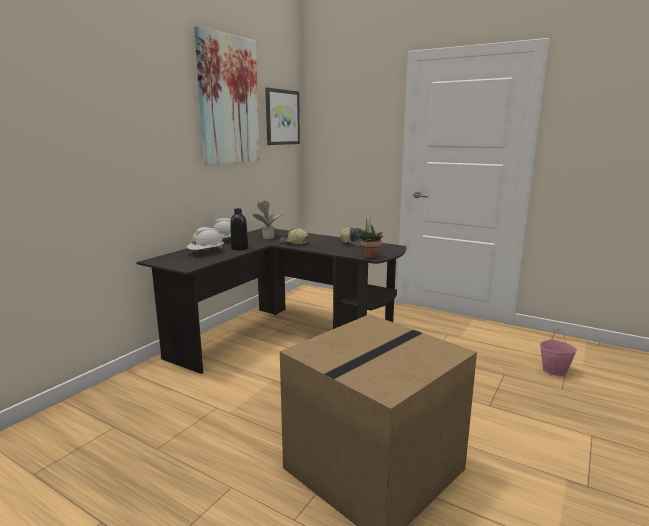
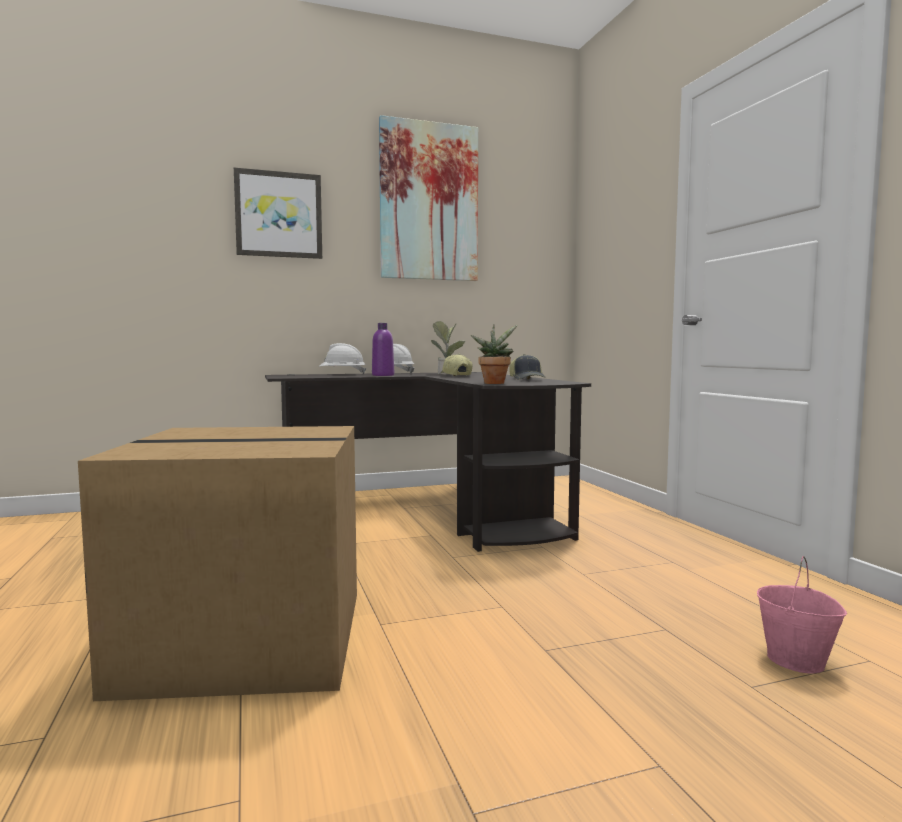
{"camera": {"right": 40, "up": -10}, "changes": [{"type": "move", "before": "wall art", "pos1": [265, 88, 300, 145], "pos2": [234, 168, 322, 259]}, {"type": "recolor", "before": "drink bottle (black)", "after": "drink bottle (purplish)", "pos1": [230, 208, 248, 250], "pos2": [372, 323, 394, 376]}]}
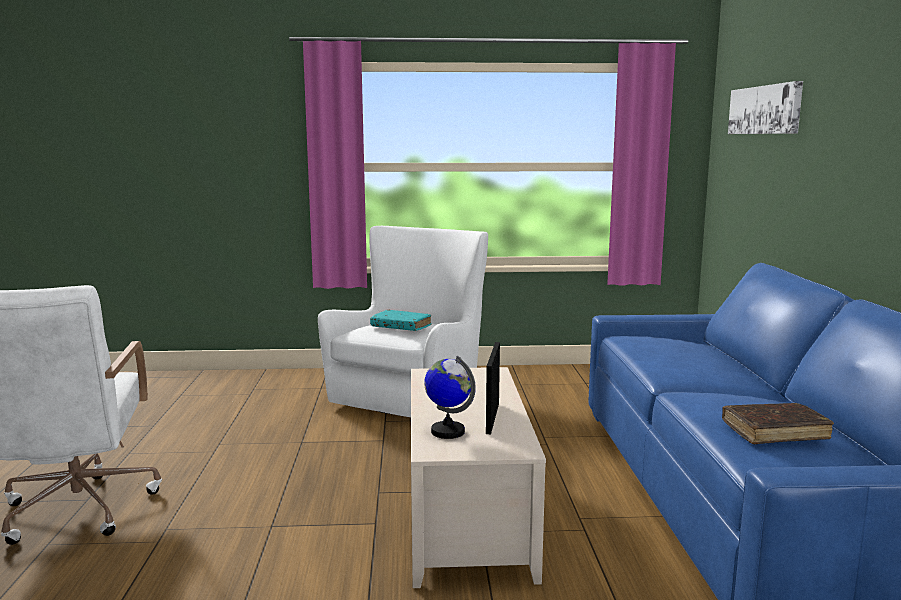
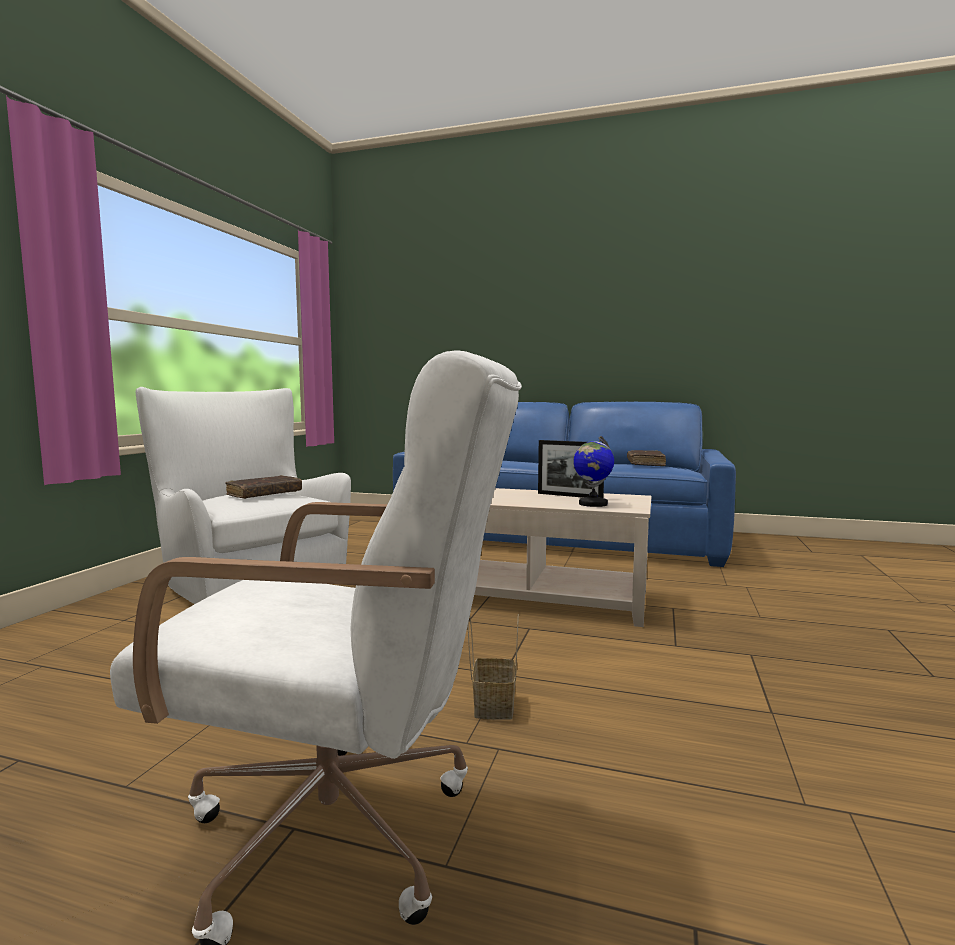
{"camera": {"right": -70, "up": -5}, "changes": [{"type": "recolor", "before": "bound book (blue-green)", "after": "bound book (brown-coloured)", "pos1": [370, 310, 432, 331], "pos2": [225, 475, 302, 499]}, {"type": "insert", "after": "household basket", "pos2": [468, 614, 519, 720]}, {"type": "delete", "before": "wall art", "pos1": [728, 81, 803, 134]}]}
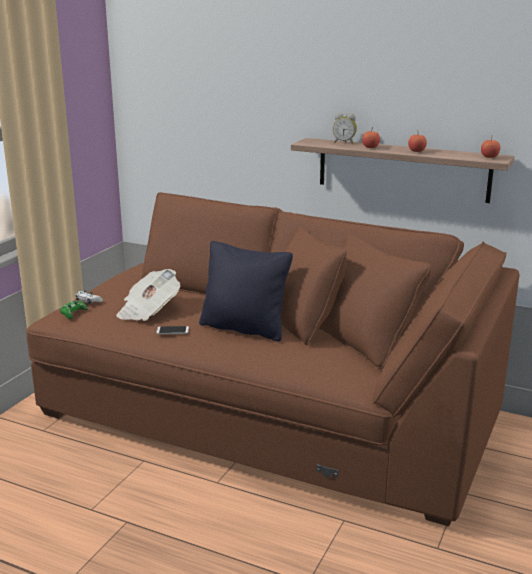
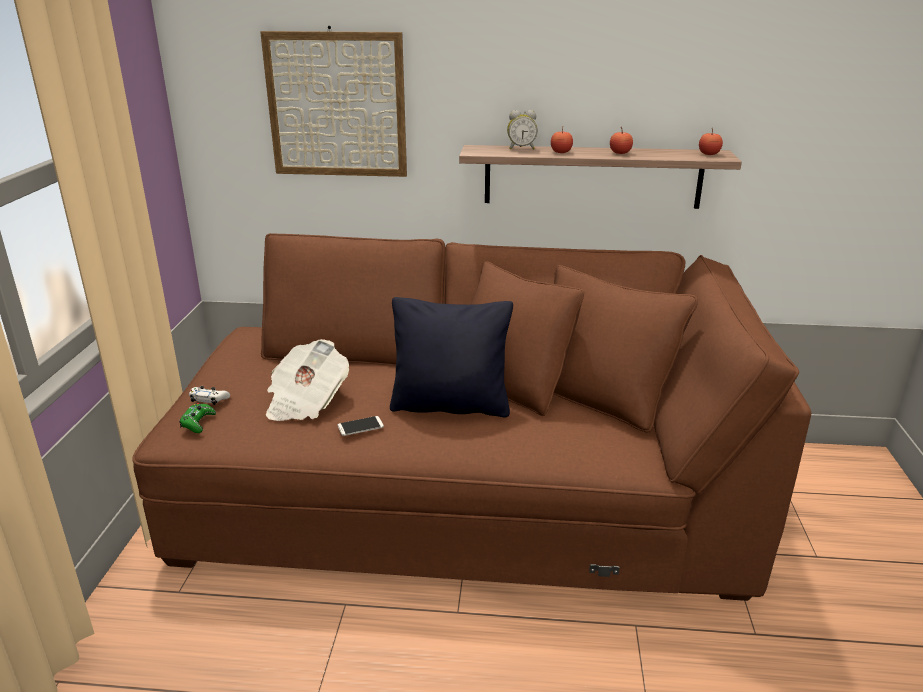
{"camera": {"right": -20, "up": 5}, "changes": [{"type": "insert", "after": "wall art", "pos2": [260, 26, 407, 177]}]}
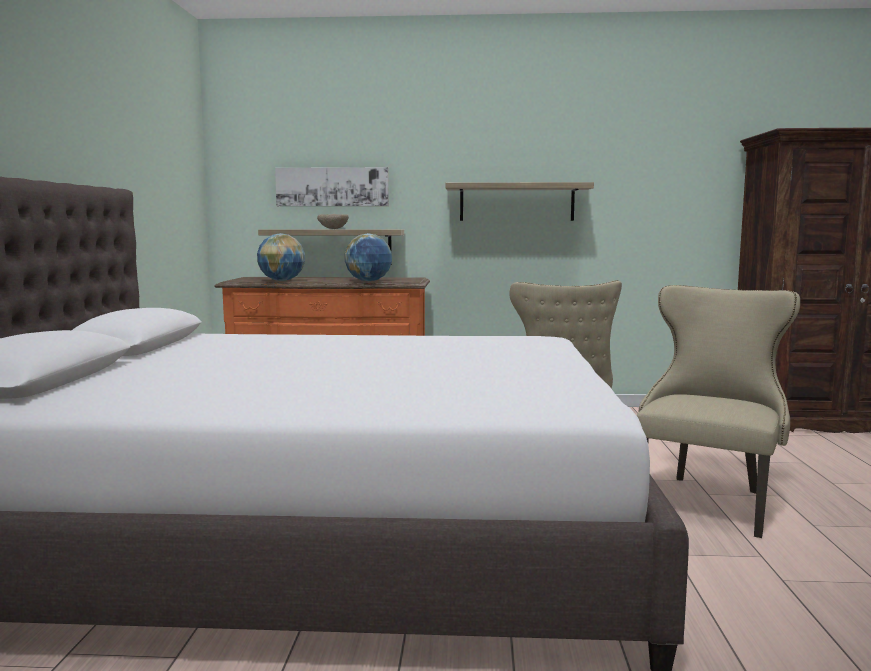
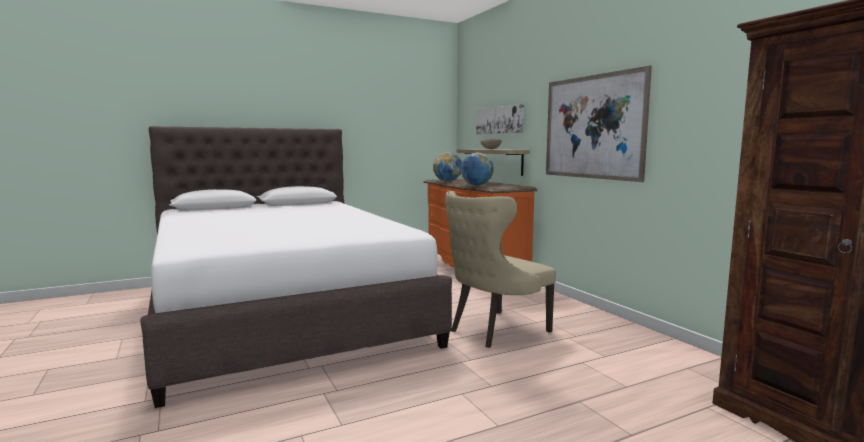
{"camera": {"right": 60, "up": 0}, "changes": [{"type": "replace", "before": "shelf", "after": "wall art", "pos1": [446, 182, 594, 221], "pos2": [546, 66, 652, 182]}, {"type": "delete", "before": "upright chair (beige-coloured)", "pos1": [636, 285, 800, 538]}]}
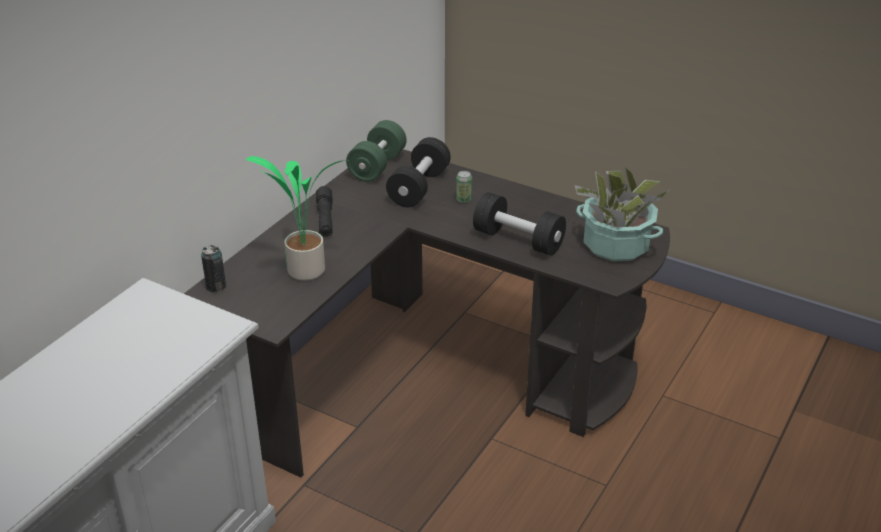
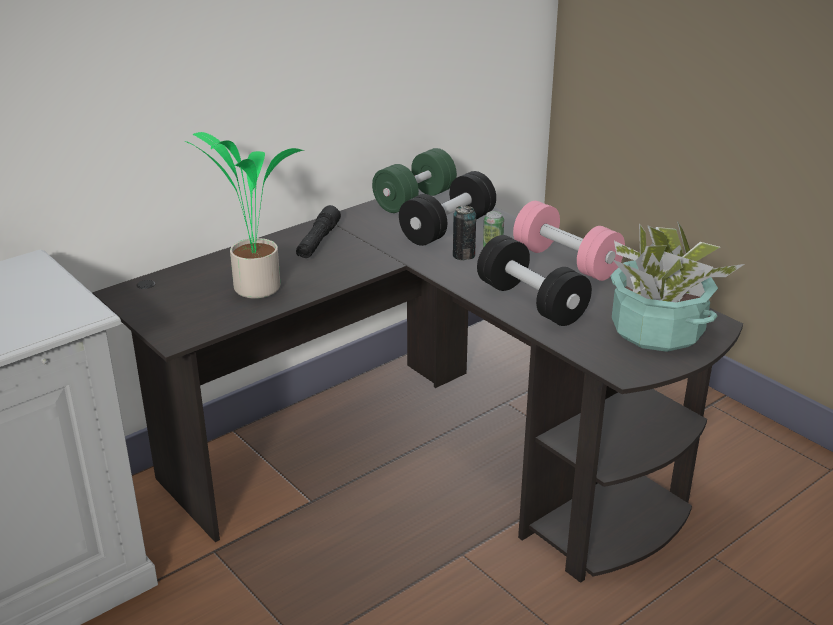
{"camera": {"right": 20, "up": -5}, "changes": [{"type": "move", "before": "metal can", "pos1": [201, 245, 226, 292], "pos2": [453, 205, 476, 260]}, {"type": "insert", "after": "hand weight (pinkish)", "pos2": [513, 201, 625, 281]}]}
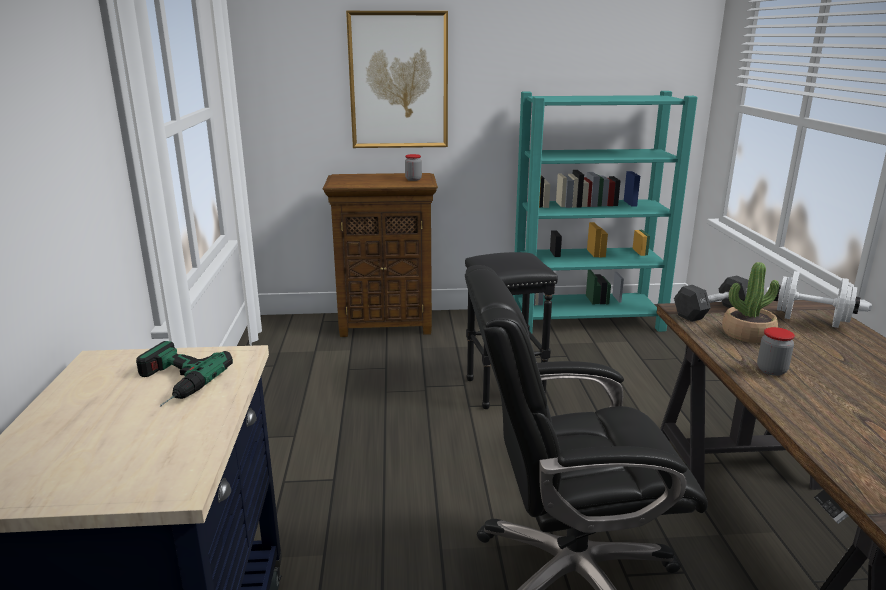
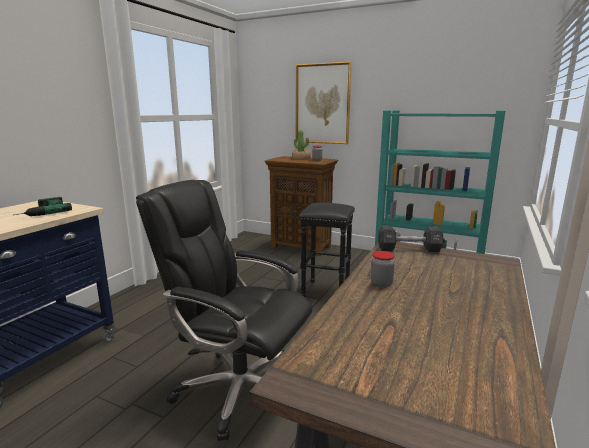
{"camera": {"right": 30, "up": -5}, "changes": [{"type": "move", "before": "potted plant", "pos1": [722, 262, 779, 343], "pos2": [292, 130, 311, 160]}, {"type": "delete", "before": "hand weight (white)", "pos1": [766, 271, 870, 328]}]}
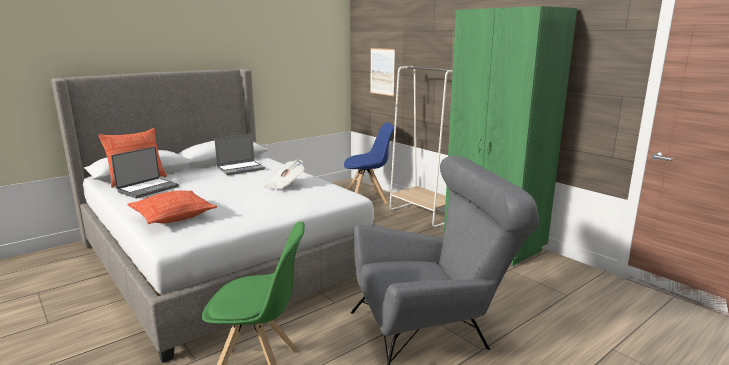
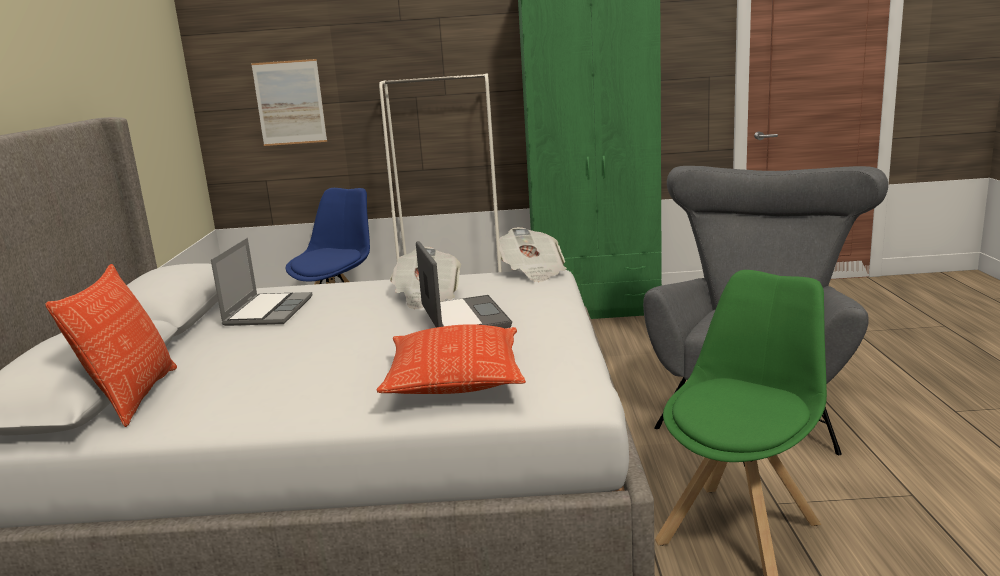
{"camera": {"right": -50, "up": 0}, "changes": [{"type": "move", "before": "notebook computer", "pos1": [111, 147, 179, 198], "pos2": [416, 241, 512, 328]}, {"type": "insert", "after": "newspaper", "pos2": [499, 227, 567, 282]}]}
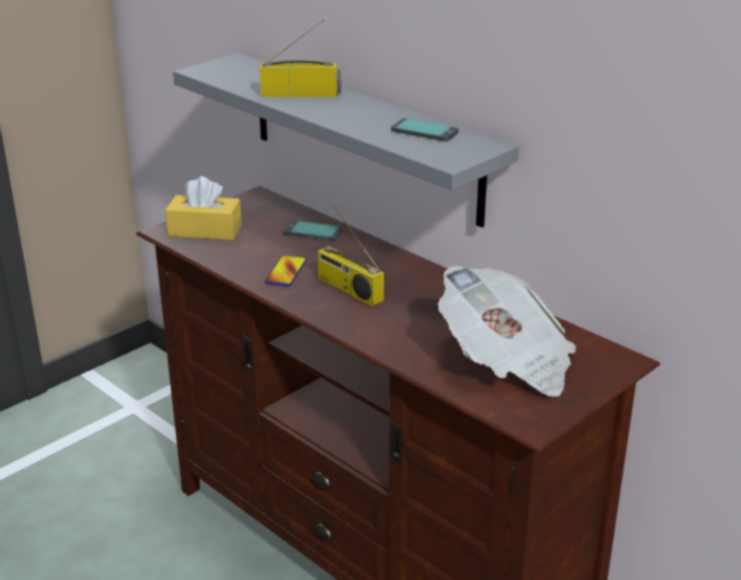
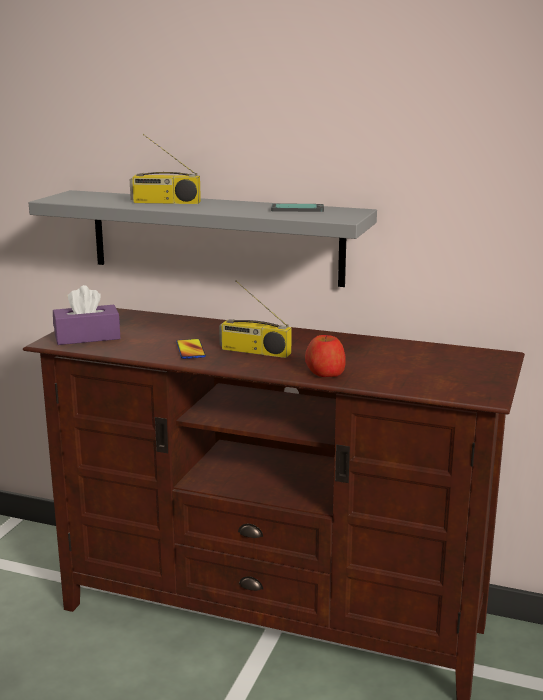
{"camera": {"right": -25, "up": -10}, "changes": [{"type": "recolor", "before": "tissue holder (yellow)", "after": "tissue holder (purplish)", "pos1": [165, 176, 242, 240], "pos2": [53, 285, 120, 345]}, {"type": "rotate", "before": "radio receiver", "pos1": [260, 20, 341, 97], "pos2": [130, 134, 201, 204], "turn": -150}, {"type": "insert", "after": "apple", "pos2": [305, 335, 346, 377]}, {"type": "delete", "before": "telephone", "pos1": [284, 221, 343, 241]}, {"type": "delete", "before": "newspaper", "pos1": [438, 265, 576, 397]}]}
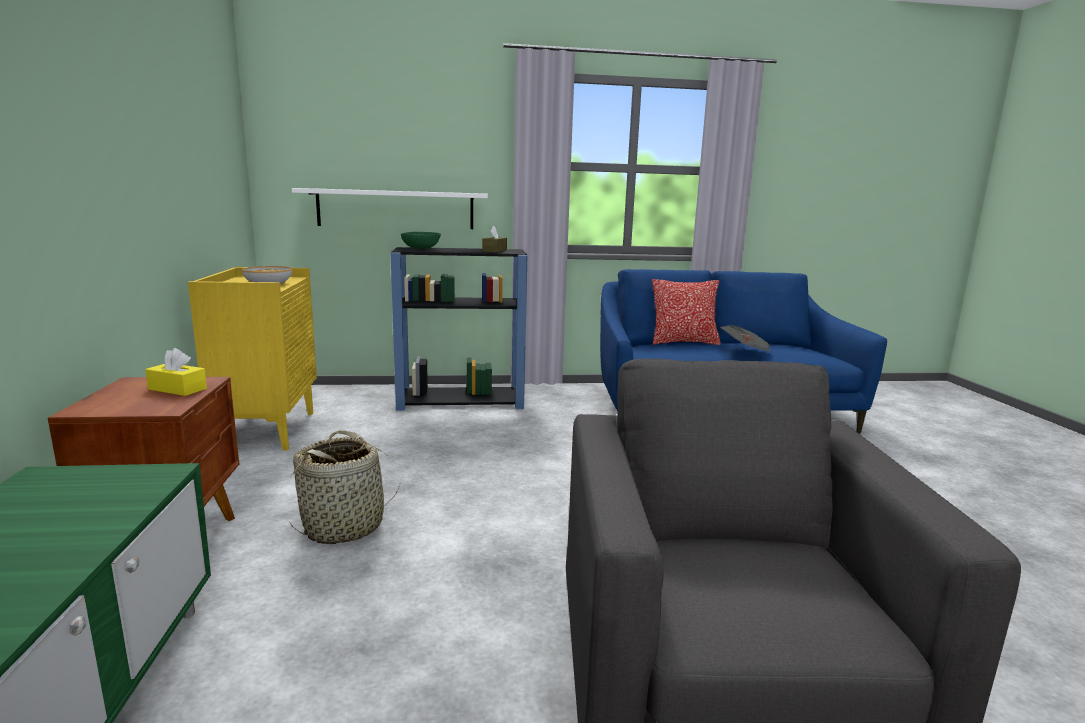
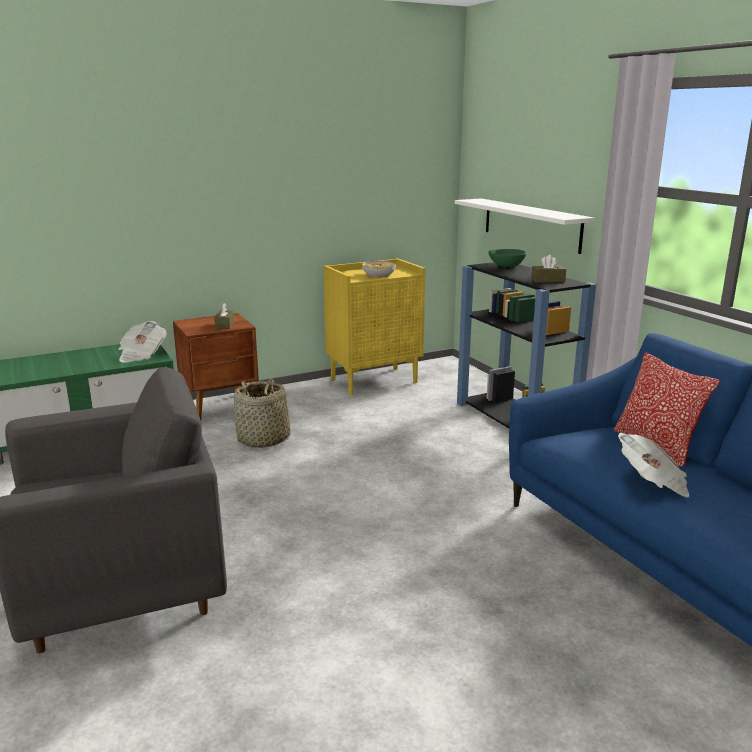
{"camera": {"right": 70, "up": 5}, "changes": [{"type": "insert", "after": "newspaper", "pos2": [118, 321, 167, 363]}, {"type": "recolor", "before": "tissue holder (yellow)", "after": "tissue holder (brown-coloured)", "pos1": [145, 348, 207, 396], "pos2": [214, 302, 234, 329]}]}
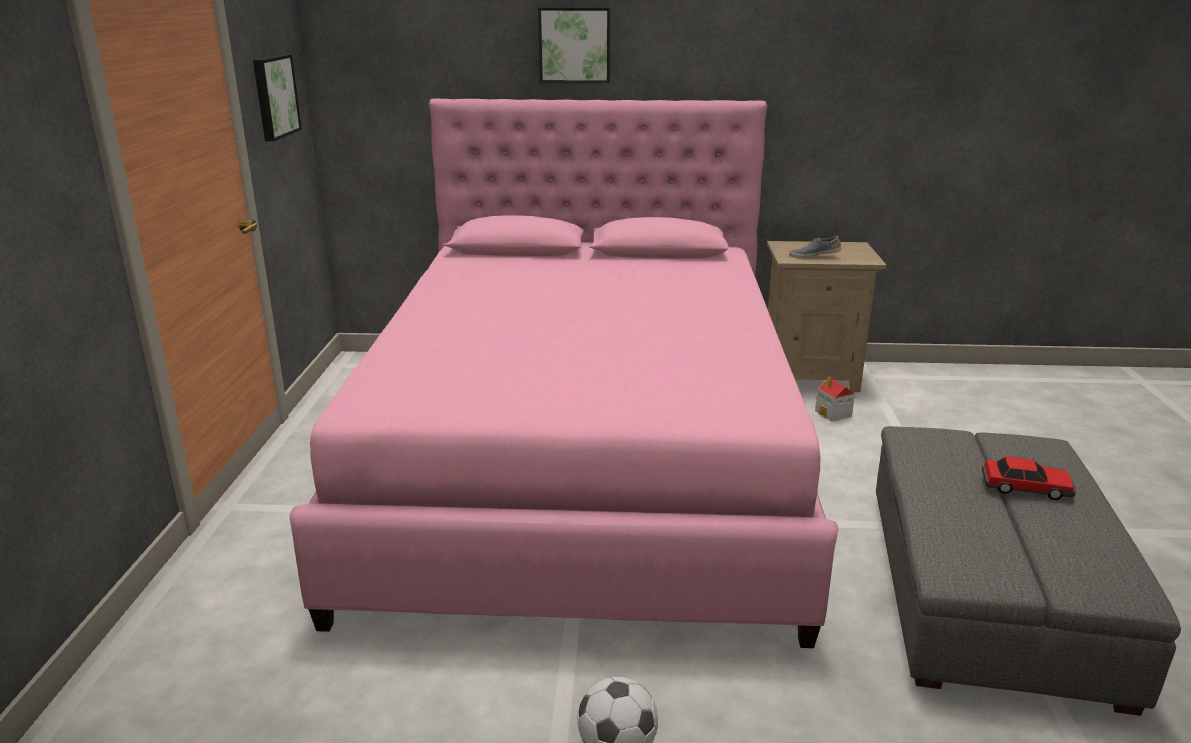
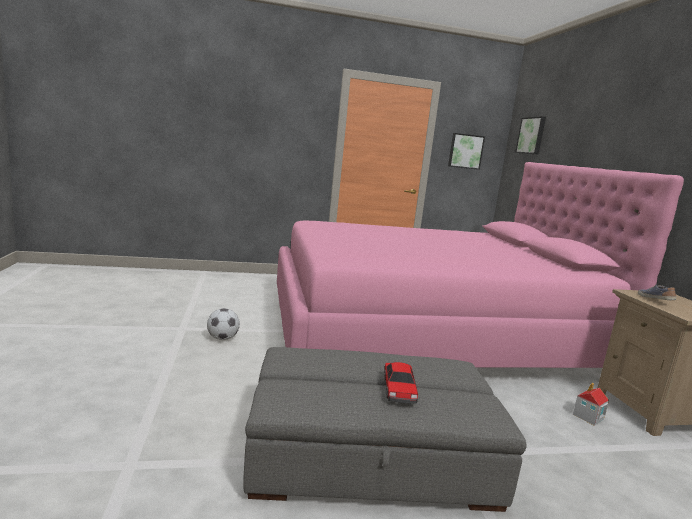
{"camera": {"right": 75, "up": -10}, "changes": [{"type": "move", "before": "wall art", "pos1": [538, 7, 610, 83], "pos2": [515, 116, 546, 155]}]}
